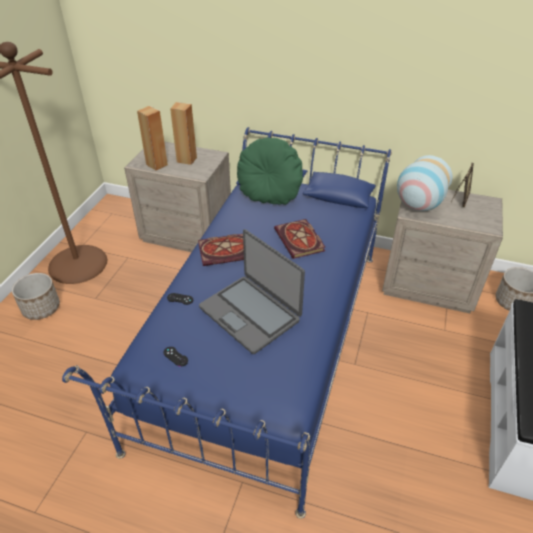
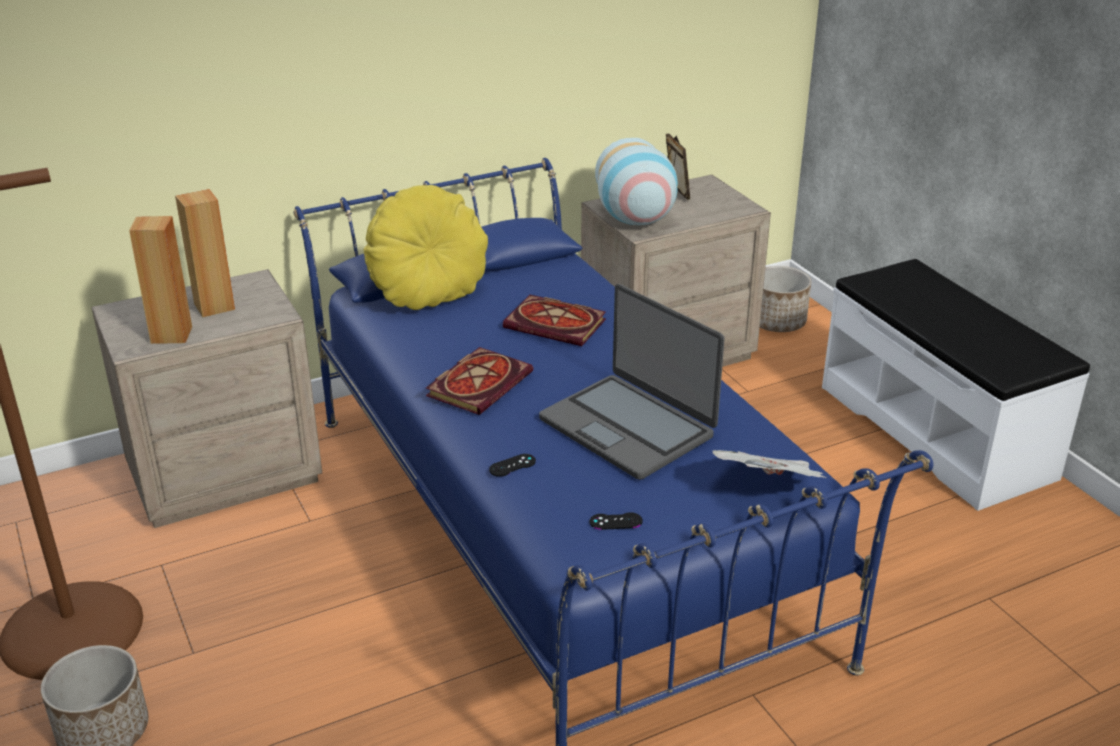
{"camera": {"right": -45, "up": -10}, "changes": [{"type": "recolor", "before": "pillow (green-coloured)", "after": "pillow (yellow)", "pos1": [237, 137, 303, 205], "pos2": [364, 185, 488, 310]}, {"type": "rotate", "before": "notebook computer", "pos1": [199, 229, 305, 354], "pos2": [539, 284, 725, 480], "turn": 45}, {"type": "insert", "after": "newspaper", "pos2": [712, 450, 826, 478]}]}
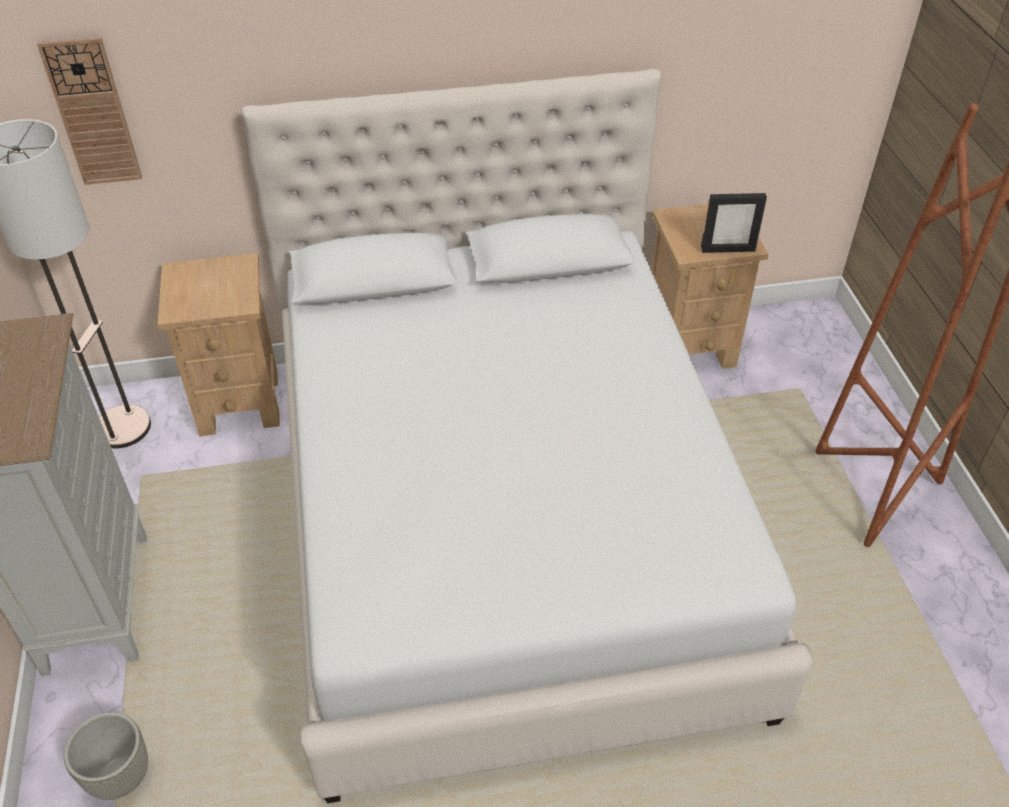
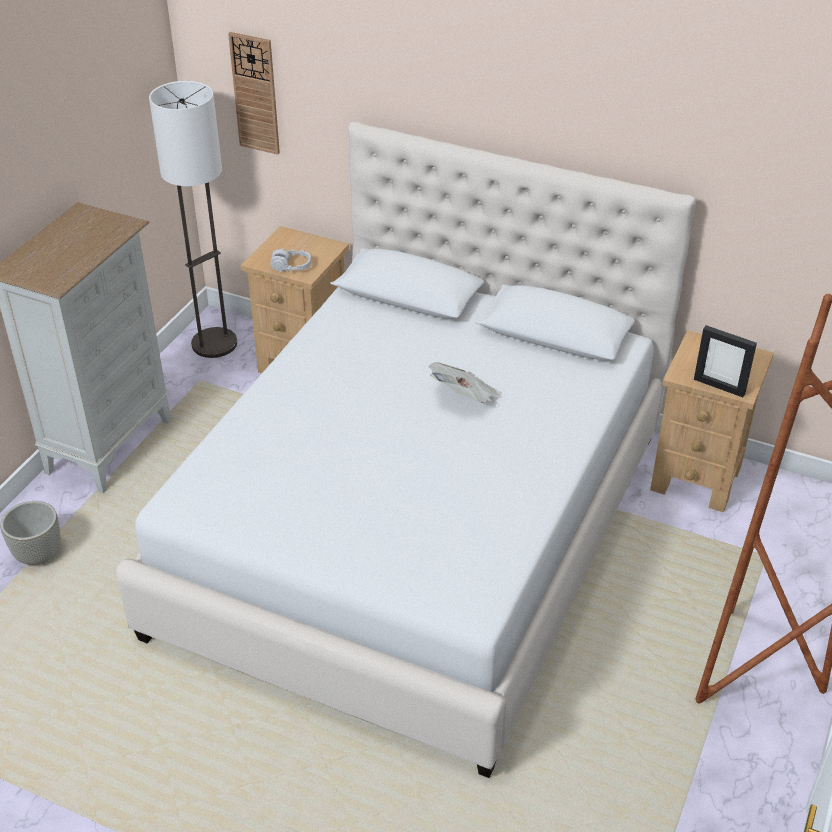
{"camera": {"right": 35, "up": -5}, "changes": [{"type": "insert", "after": "headset (grey)", "pos2": [270, 249, 311, 272]}, {"type": "insert", "after": "newspaper", "pos2": [429, 362, 502, 403]}]}
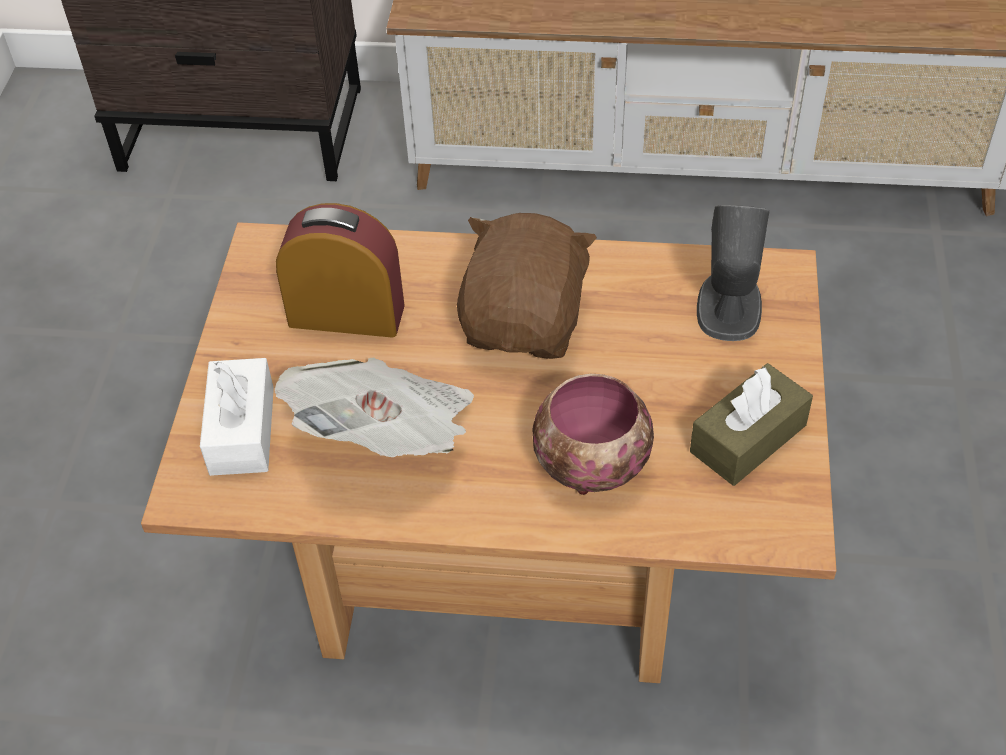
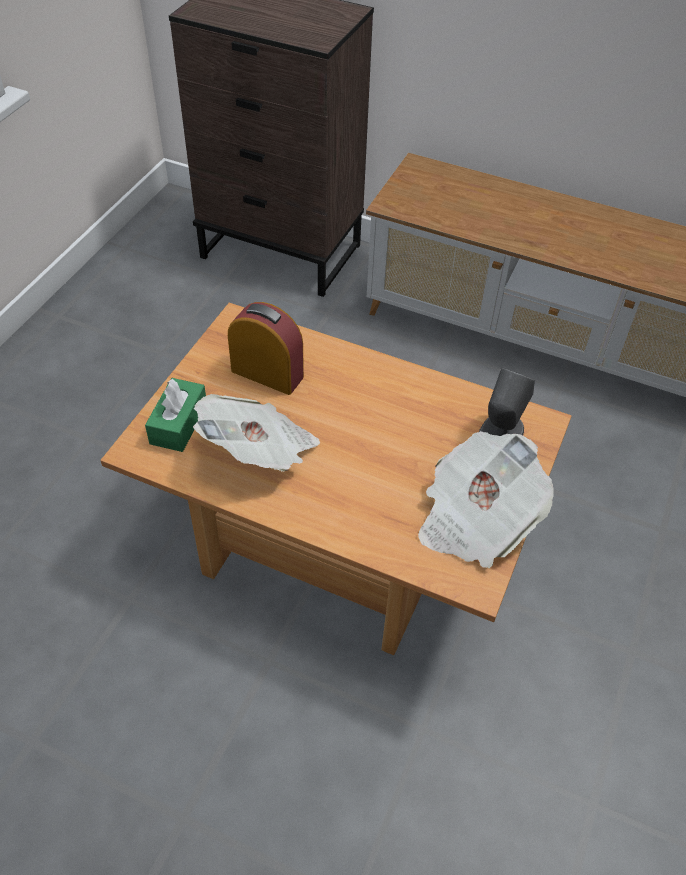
{"camera": {"right": 15, "up": 0}, "changes": [{"type": "recolor", "before": "tissue holder (white)", "after": "tissue holder (green-coloured)", "pos1": [200, 358, 274, 476], "pos2": [145, 378, 206, 452]}, {"type": "replace", "before": "tissue holder (brown-coloured)", "after": "newspaper", "pos1": [690, 363, 813, 486], "pos2": [418, 431, 554, 568]}, {"type": "delete", "before": "plush toy (brown-coloured)", "pos1": [457, 213, 597, 359]}, {"type": "delete", "before": "bowl", "pos1": [532, 374, 654, 495]}]}
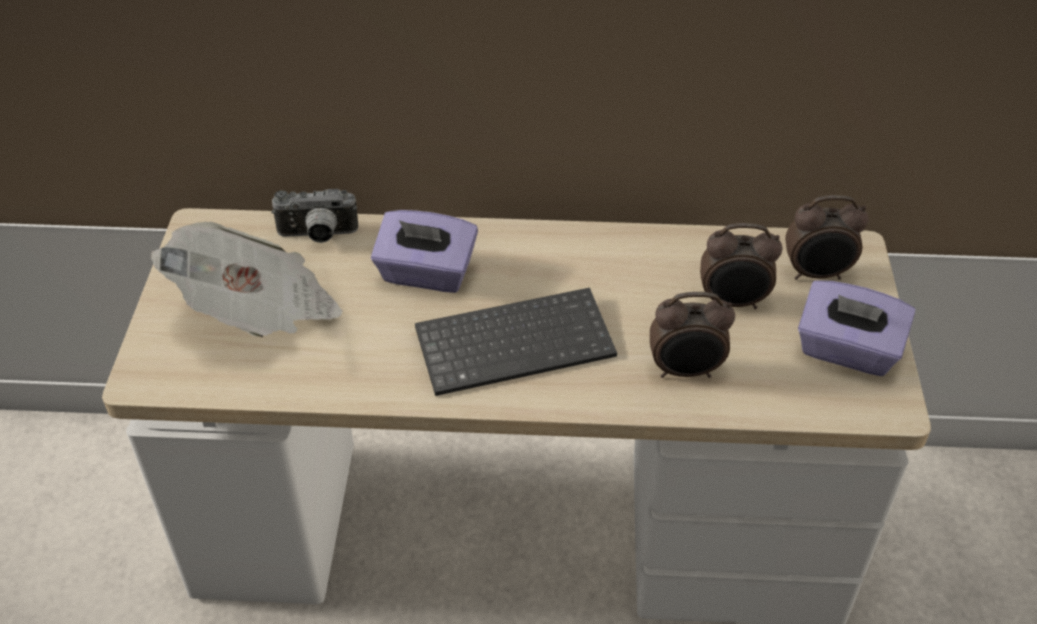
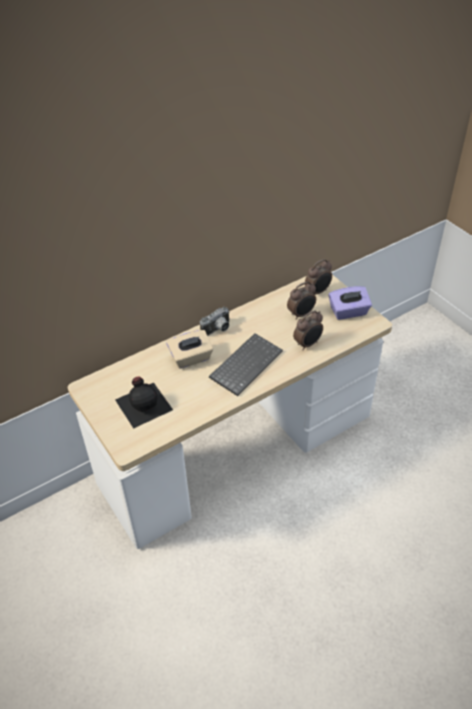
{"camera": {"right": -35, "up": 0}, "changes": [{"type": "replace", "before": "newspaper", "after": "drink bottle (black)", "pos1": [151, 222, 343, 337], "pos2": [115, 377, 173, 429]}, {"type": "recolor", "before": "tissue holder (purplish)", "after": "tissue holder (beige-coloured)", "pos1": [371, 210, 478, 293], "pos2": [167, 330, 213, 368]}, {"type": "move", "before": "photo camera", "pos1": [271, 189, 358, 243], "pos2": [200, 307, 230, 336]}]}
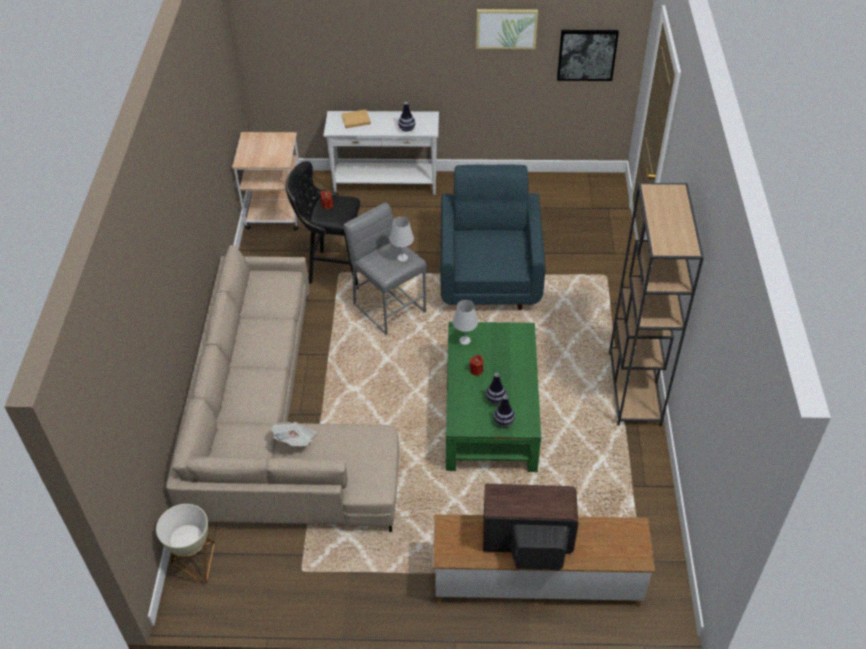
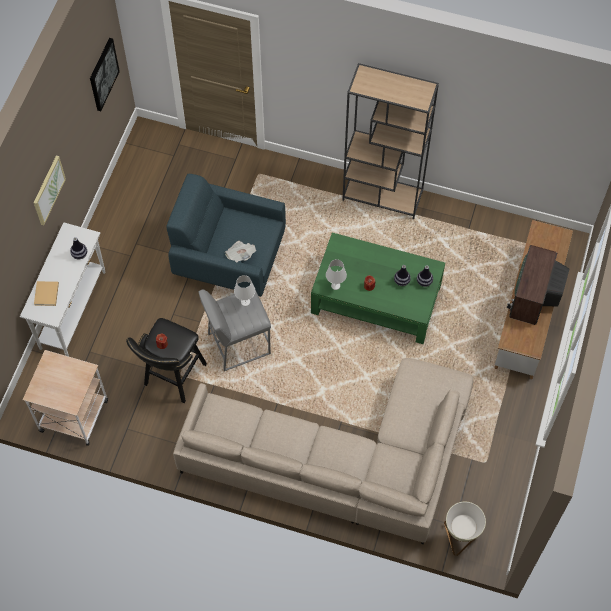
{"camera": {"right": -75, "up": 15}, "changes": [{"type": "move", "before": "wall art", "pos1": [476, 9, 538, 49], "pos2": [34, 156, 66, 225]}, {"type": "move", "before": "newspaper", "pos1": [271, 422, 317, 446], "pos2": [225, 241, 256, 263]}]}
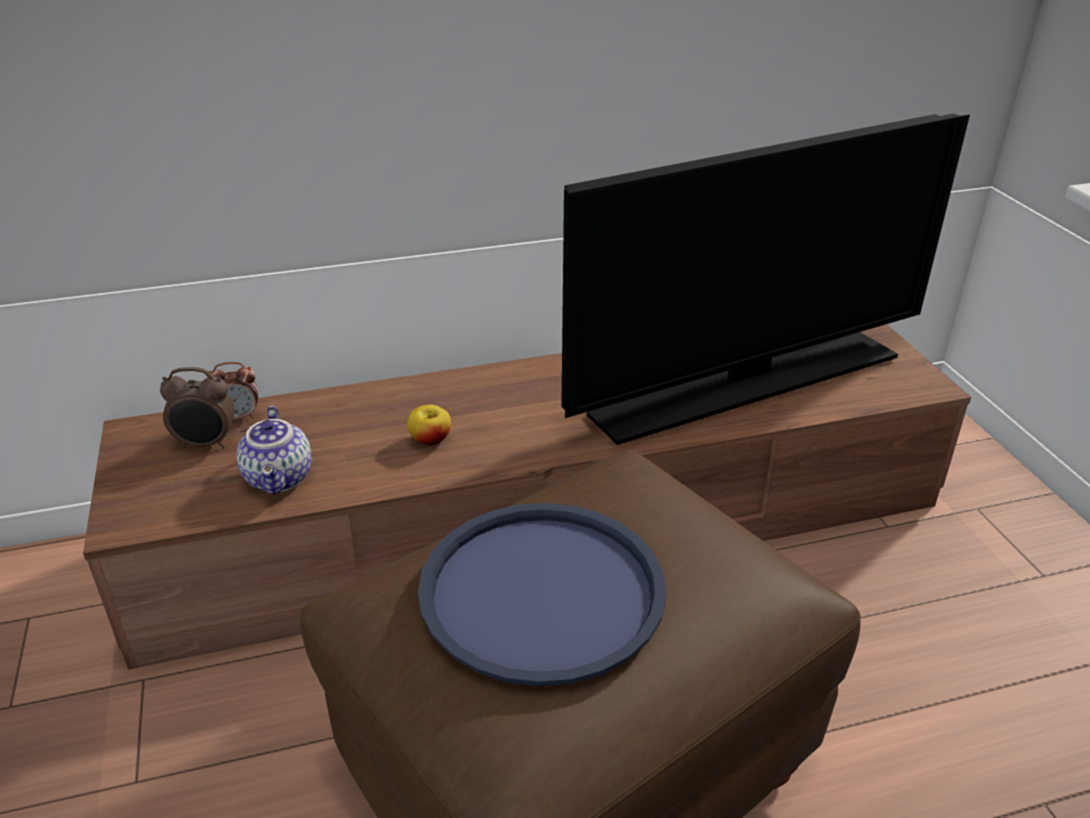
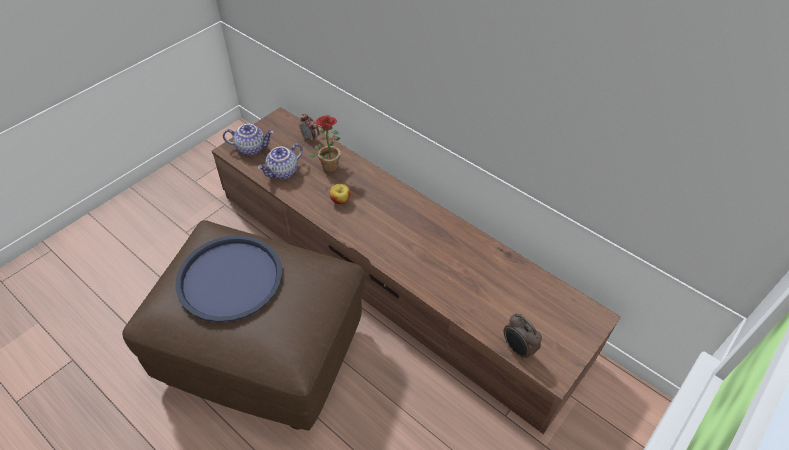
{"camera": {"right": 55, "up": 15}, "changes": [{"type": "insert", "after": "teapot", "pos2": [223, 124, 274, 155]}, {"type": "insert", "after": "potted plant", "pos2": [309, 115, 340, 173]}, {"type": "move", "before": "bedside clock", "pos1": [160, 367, 234, 449], "pos2": [504, 313, 542, 360]}, {"type": "delete", "before": "TV", "pos1": [561, 114, 970, 445]}]}
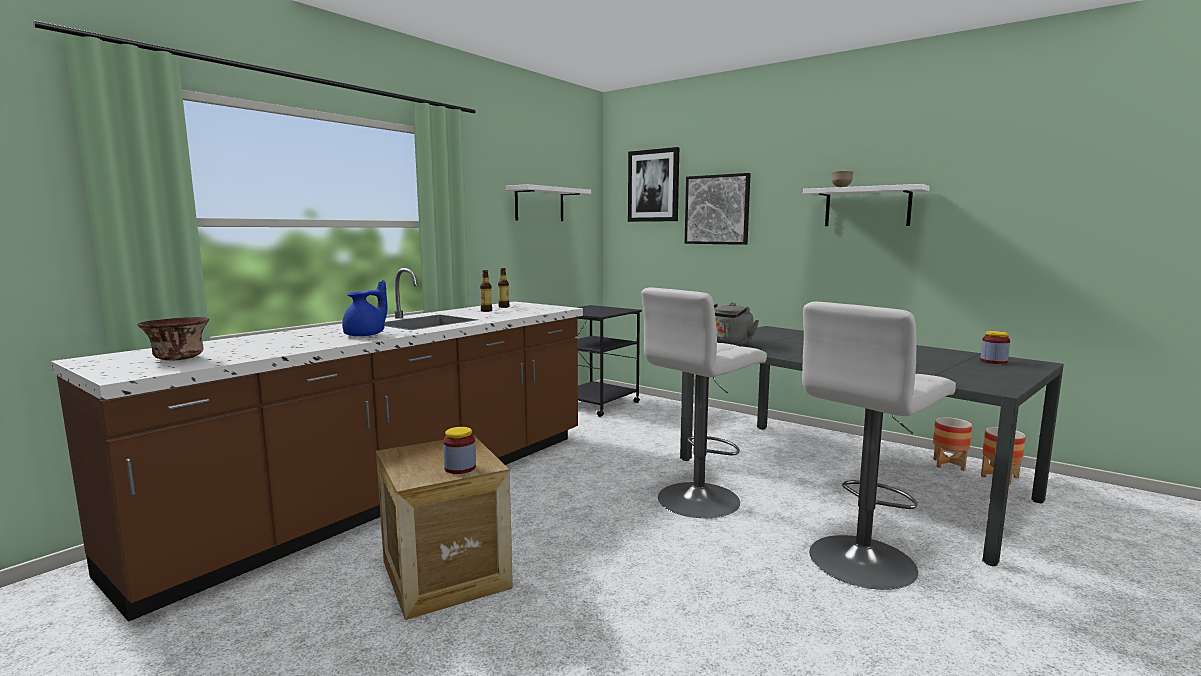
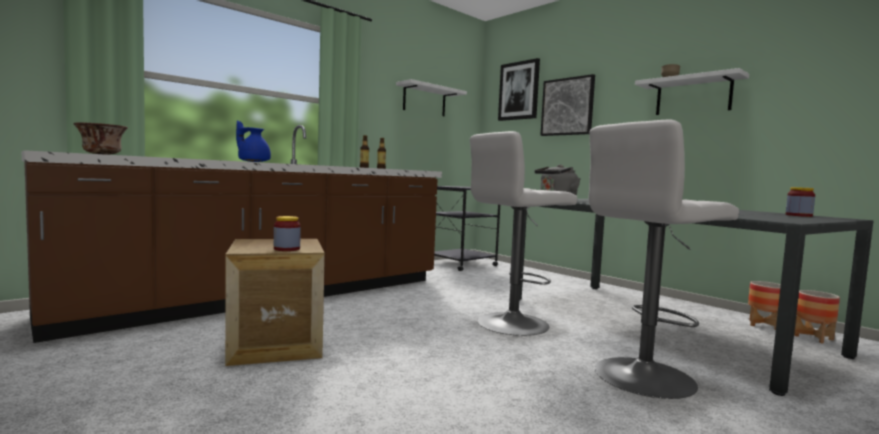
{"camera": {"right": 10, "up": -5}, "changes": [{"type": "rotate", "before": "teapot (bluish)", "pos1": [342, 280, 388, 336], "pos2": [236, 120, 271, 162], "turn": -105}]}
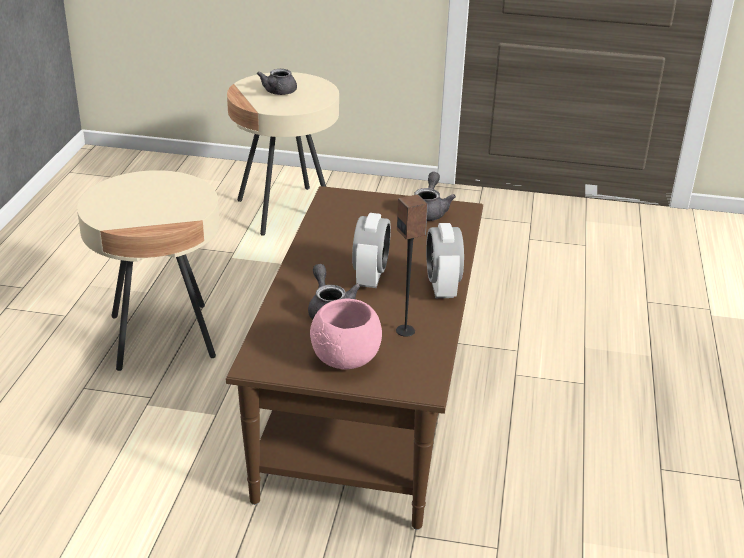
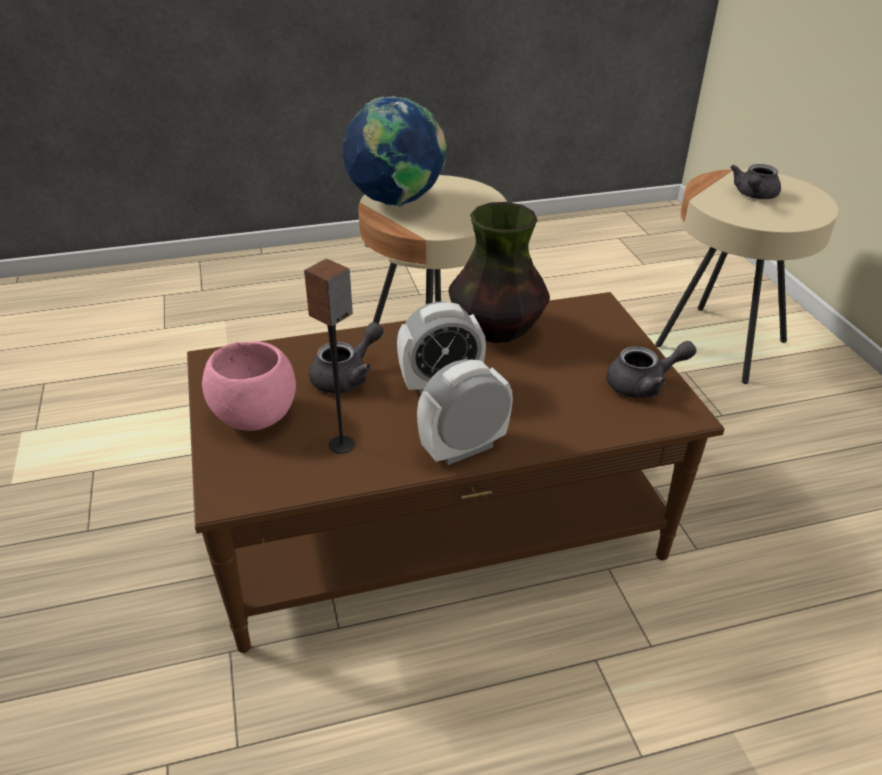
{"camera": {"right": 65, "up": 5}, "changes": [{"type": "insert", "after": "desk globe", "pos2": [343, 96, 447, 207]}, {"type": "insert", "after": "vase", "pos2": [449, 202, 550, 343]}, {"type": "rotate", "before": "teapot (grey)", "pos1": [257, 69, 297, 95], "pos2": [730, 164, 781, 199], "turn": -45}]}
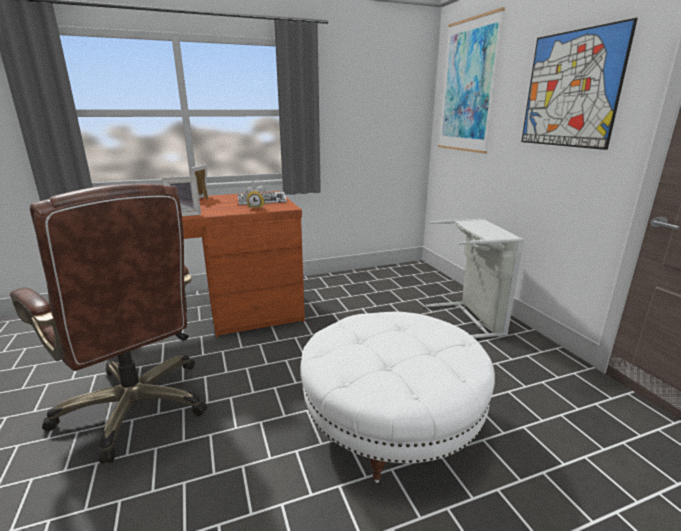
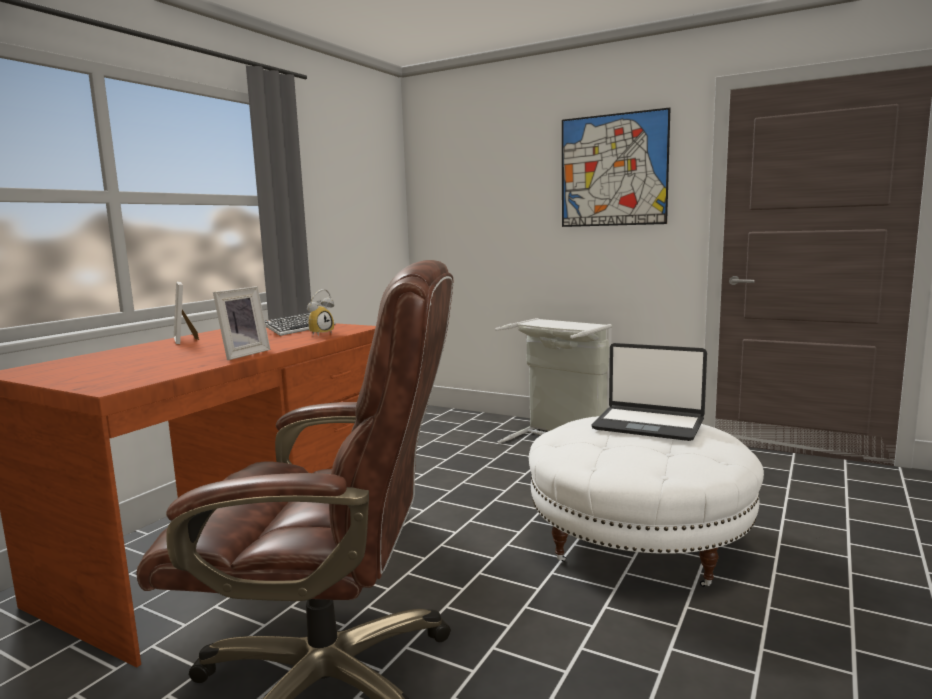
{"camera": {"right": -40, "up": -10}, "changes": [{"type": "insert", "after": "notebook computer", "pos2": [591, 343, 707, 441]}, {"type": "delete", "before": "wall art", "pos1": [438, 7, 505, 154]}]}
